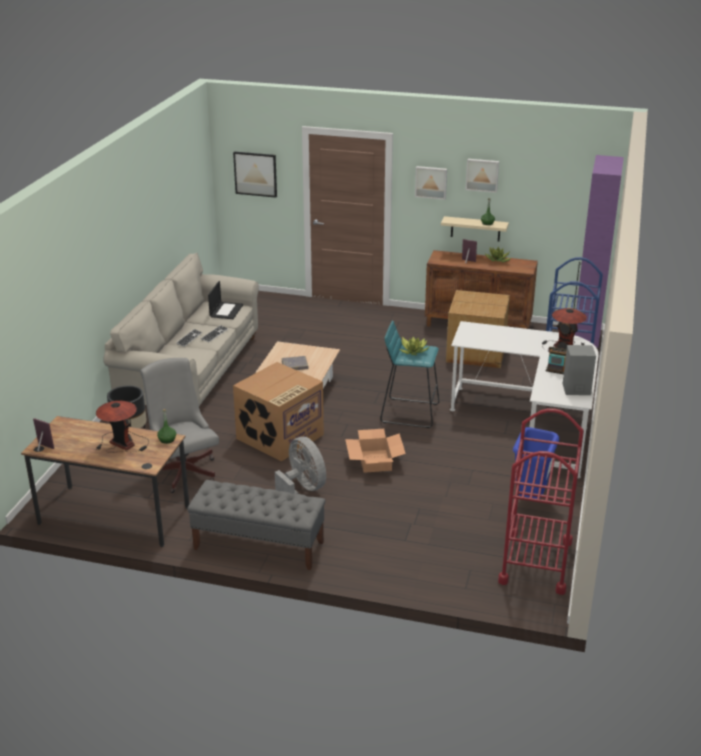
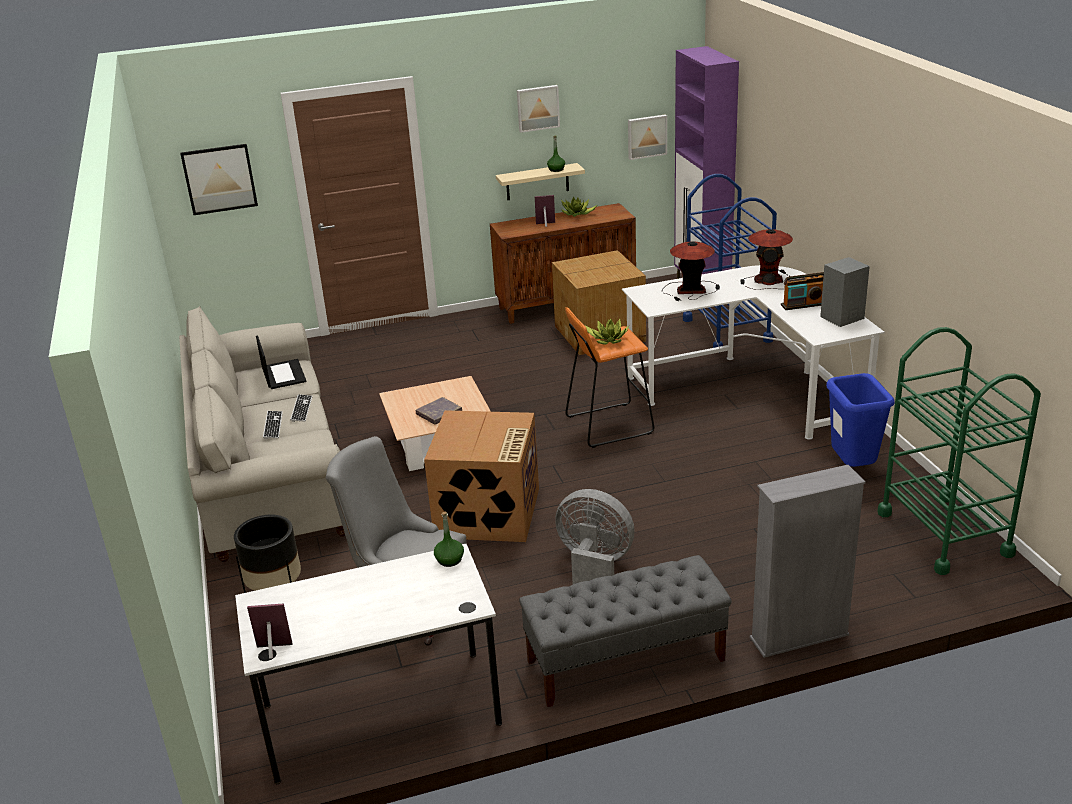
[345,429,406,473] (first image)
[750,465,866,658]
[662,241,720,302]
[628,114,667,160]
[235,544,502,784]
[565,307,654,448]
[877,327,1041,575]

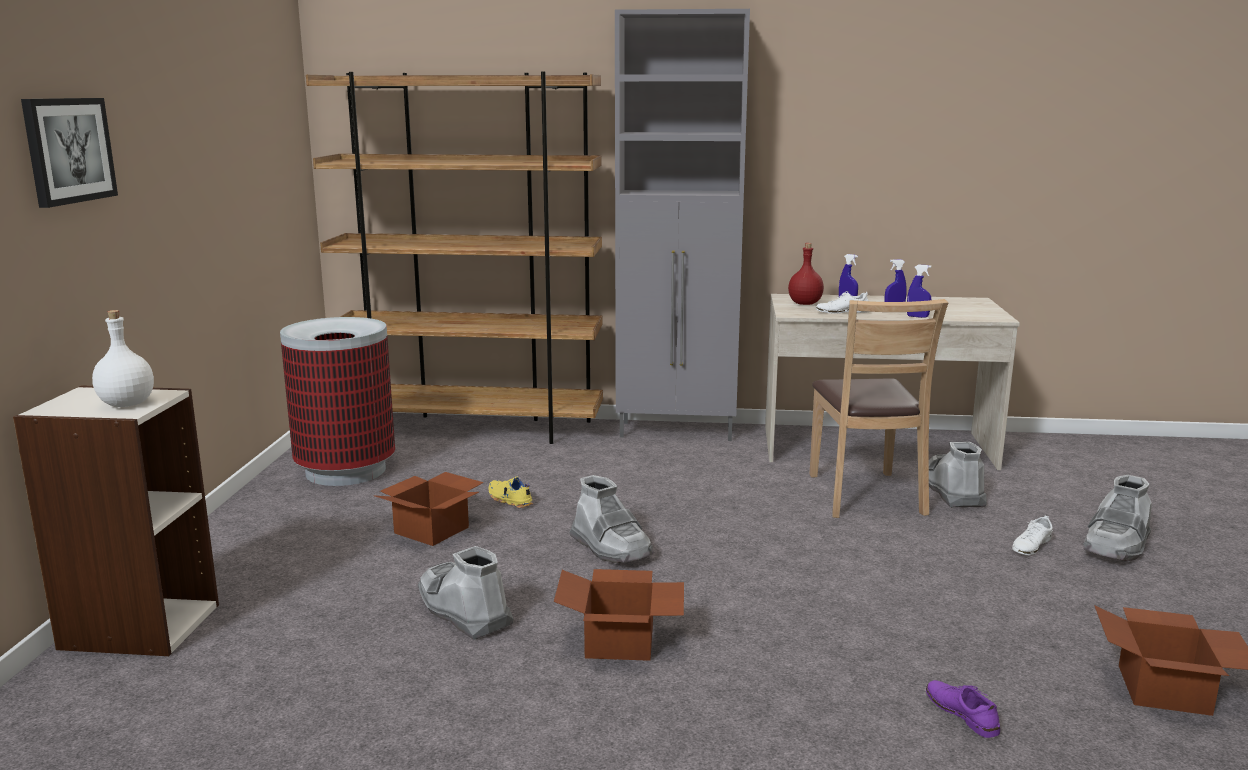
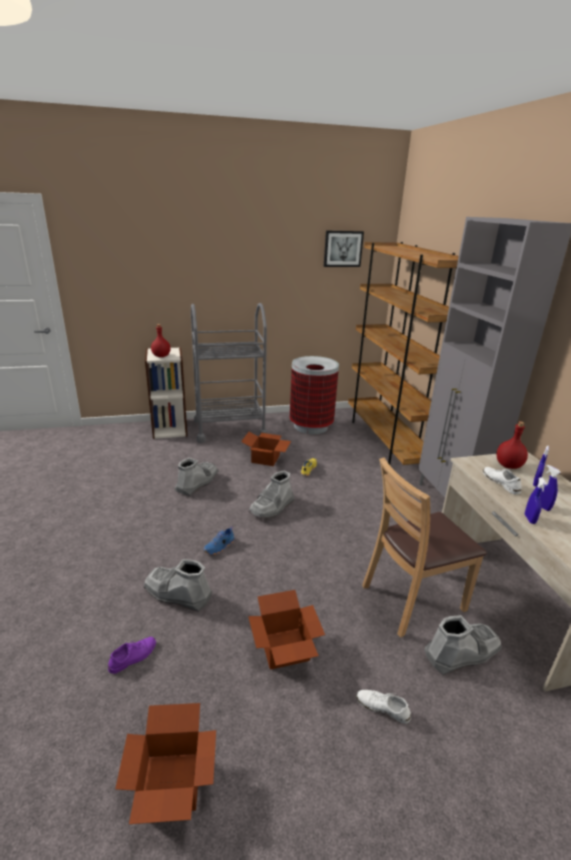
[191,303,268,443]
[203,526,235,555]
[324,231,364,267]
[248,590,325,670]
[143,559,212,612]
[151,324,171,357]

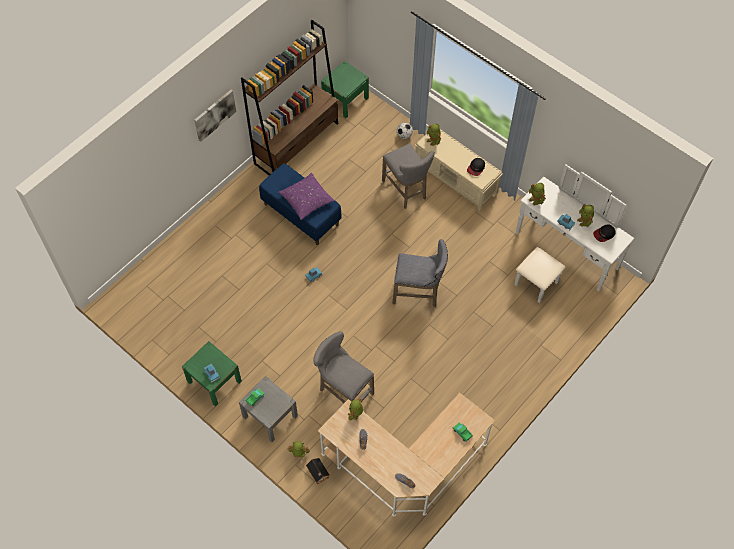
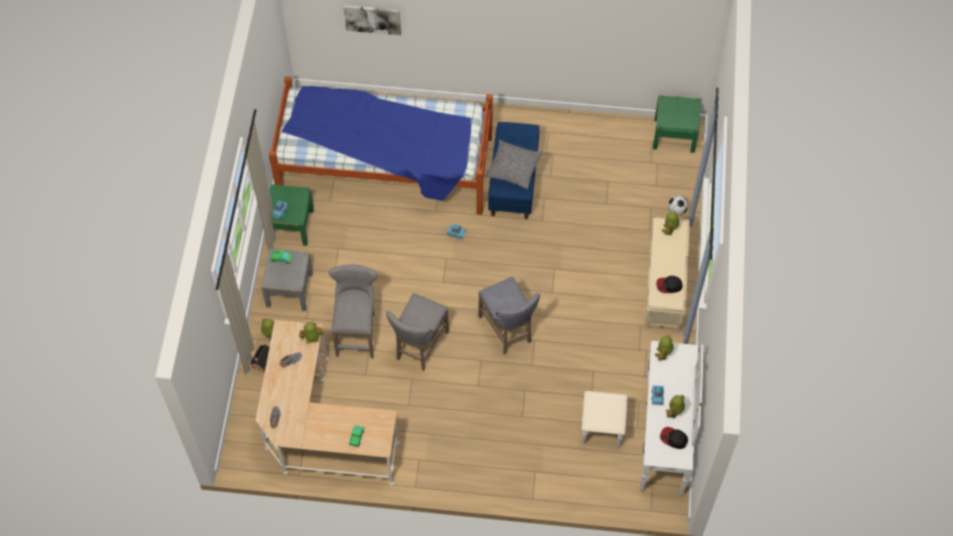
[241,20,338,175] (first image)
[269,76,493,215]
[343,5,401,35]
[386,293,449,371]
[485,140,543,189]

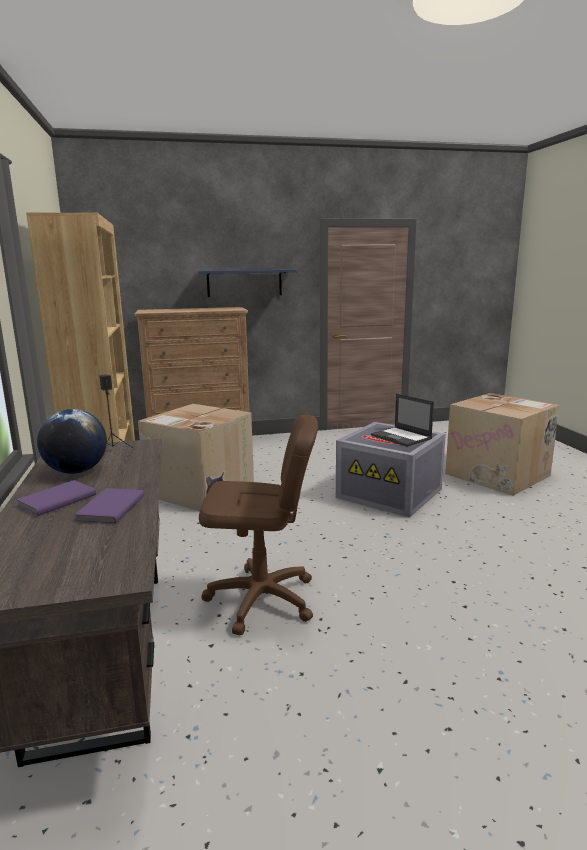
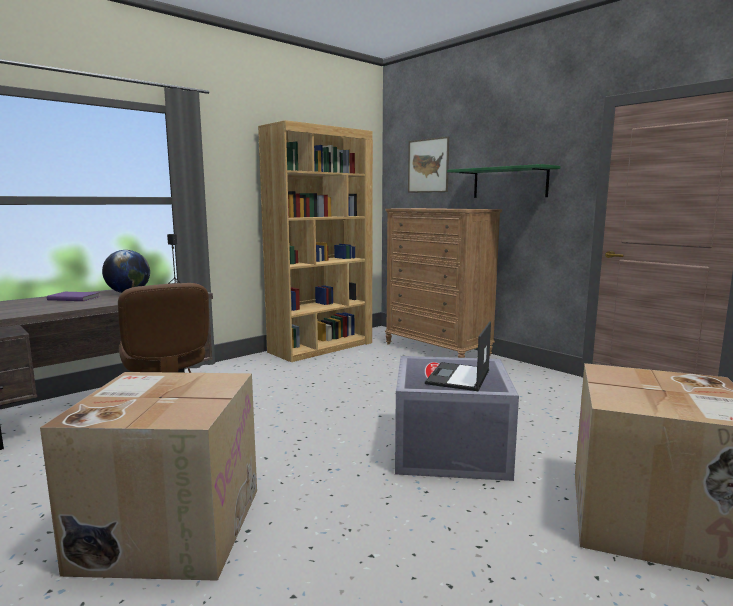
[74,488,144,524] (first image)
[408,136,449,193]
[40,372,257,581]
[447,164,561,198]

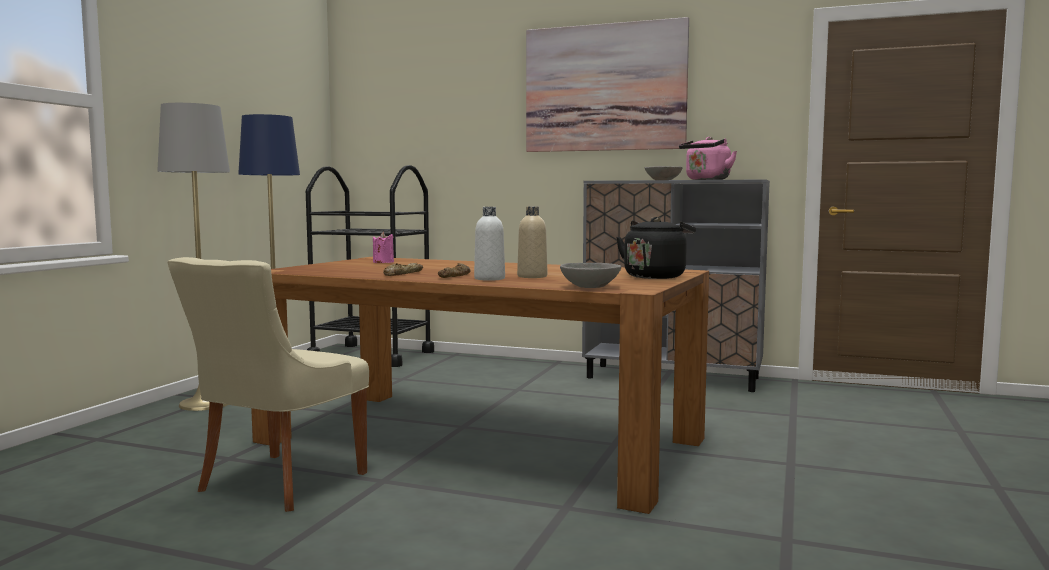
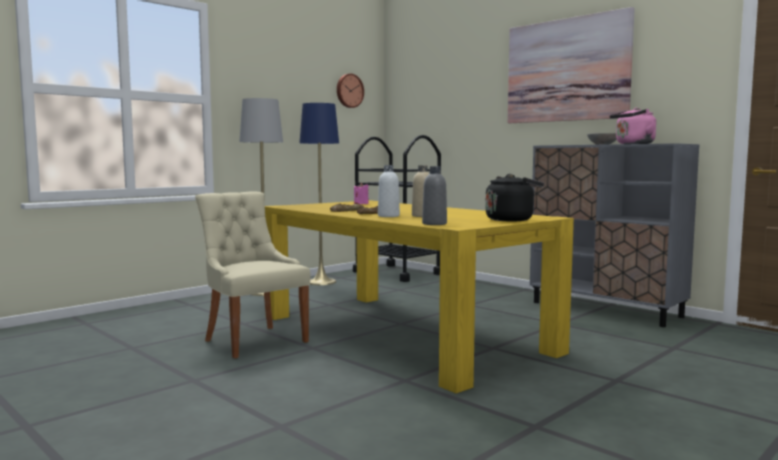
[337,74,364,108]
[422,166,447,225]
[265,200,574,393]
[195,191,311,359]

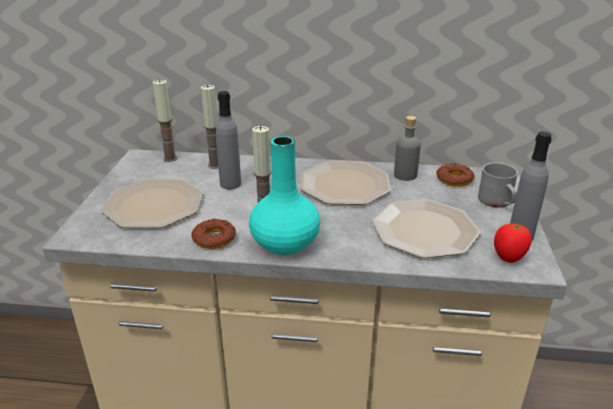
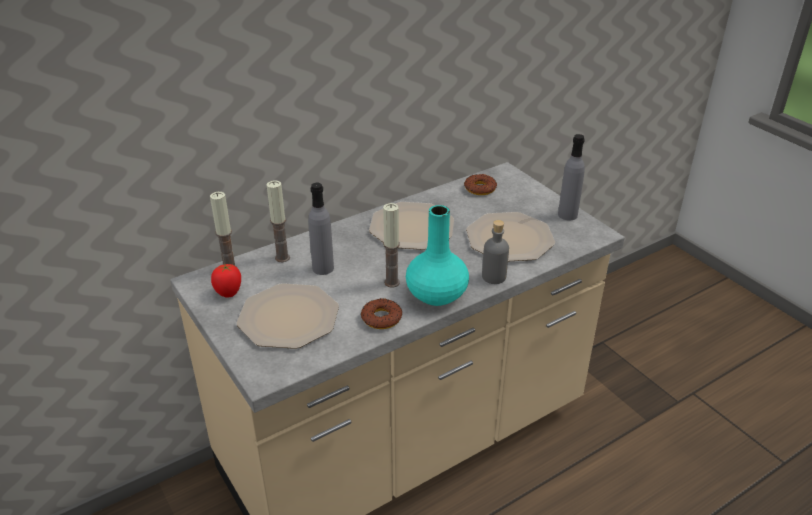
[478,162,518,208] (first image)
[482,220,509,284]
[211,264,241,297]

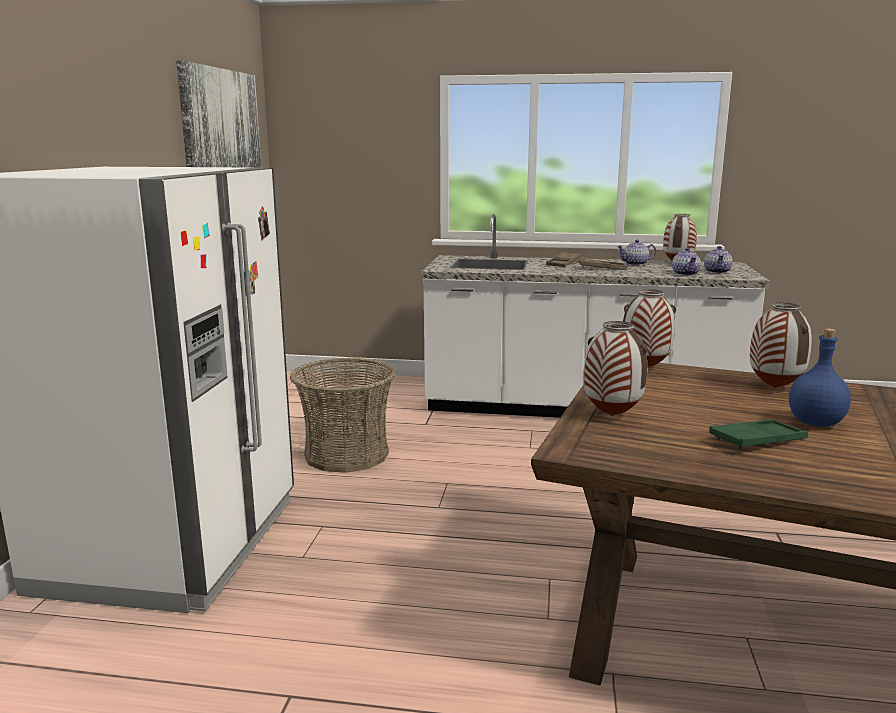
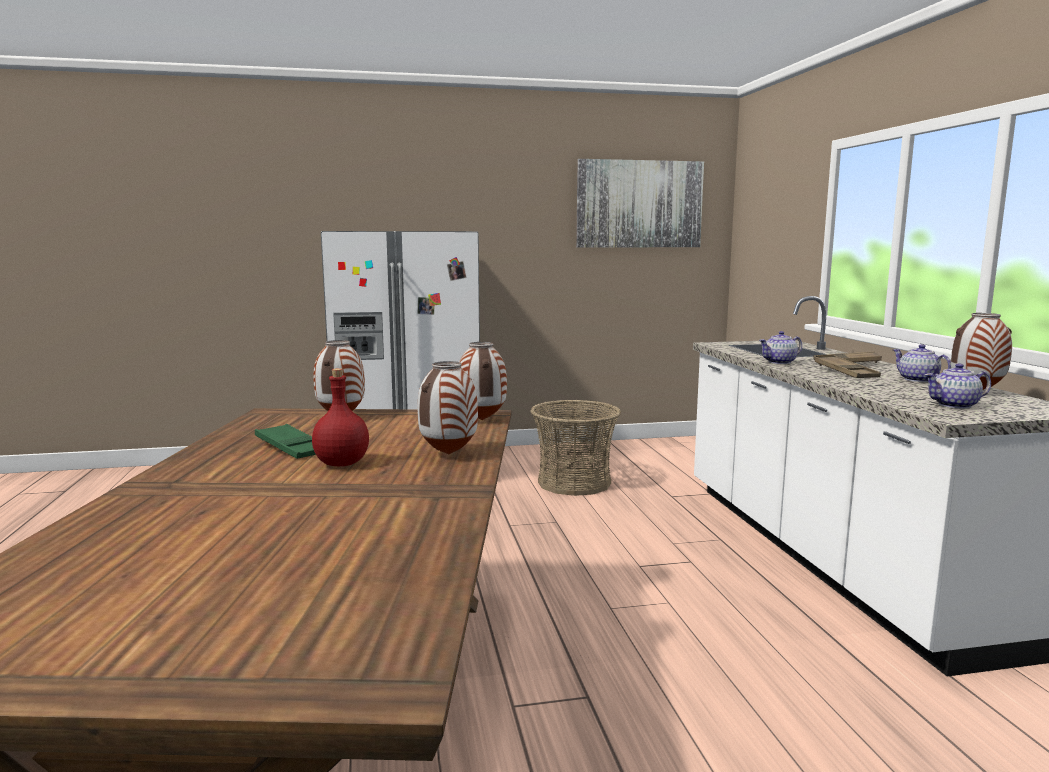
[759,331,802,364]
[312,368,369,466]

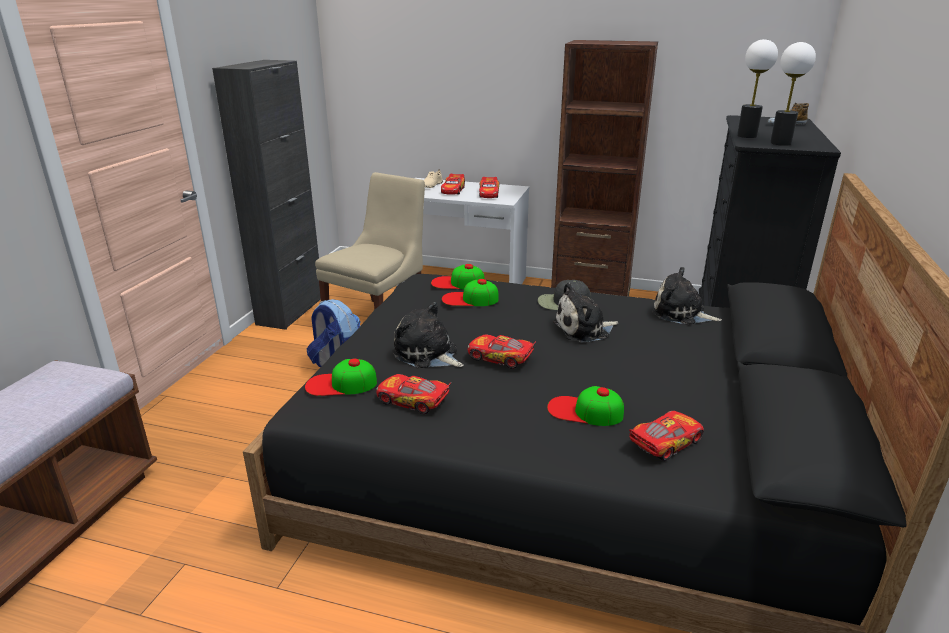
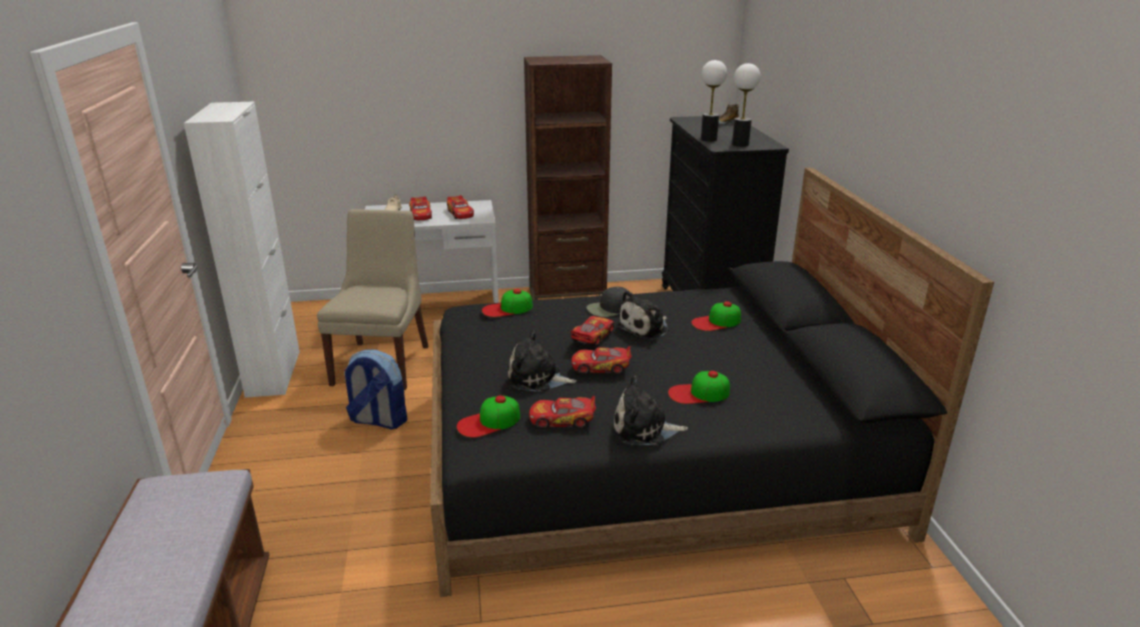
[691,301,741,331]
[571,316,614,346]
[614,376,688,445]
[184,102,300,398]

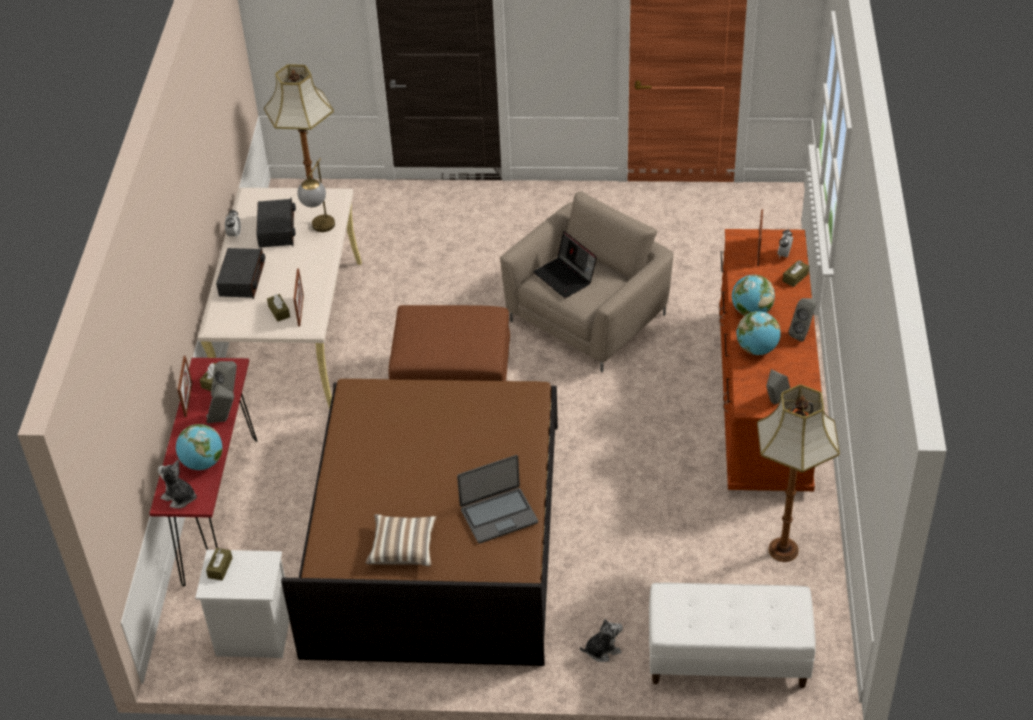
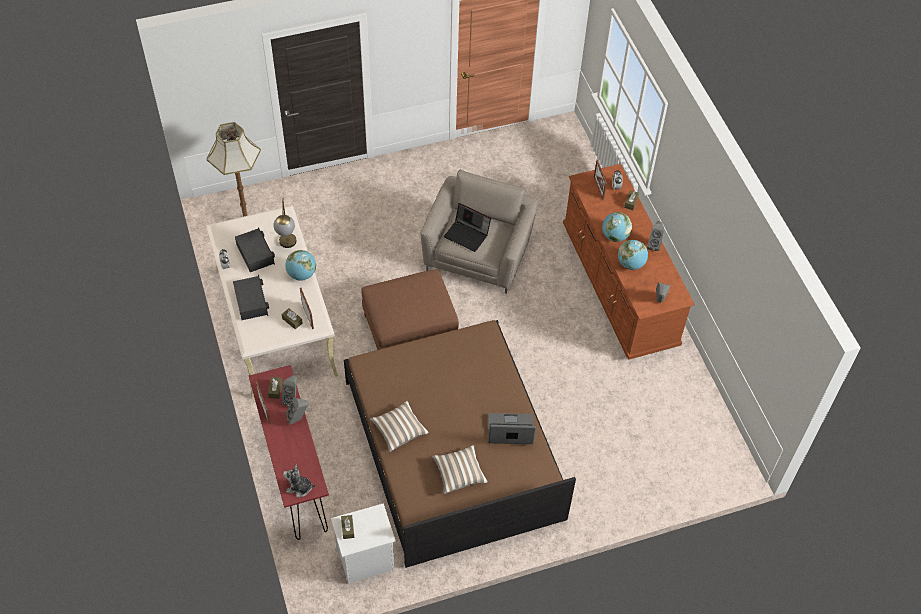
[580,619,623,662] (first image)
[649,583,816,688] (first image)
[757,385,840,562] (first image)
[370,401,429,452]
[285,250,316,281]
[488,413,536,444]

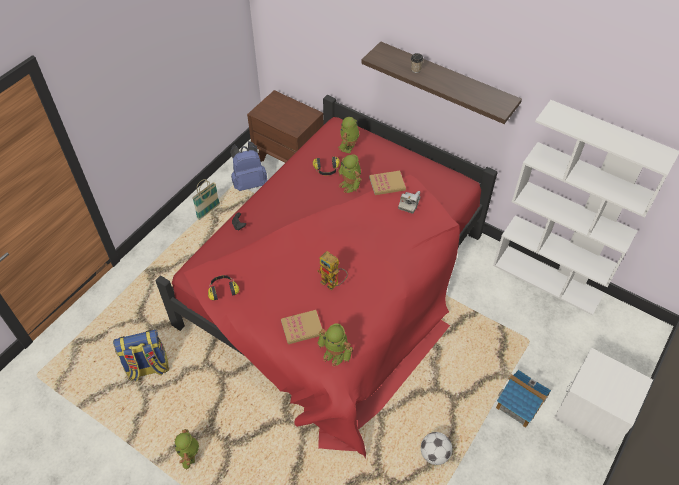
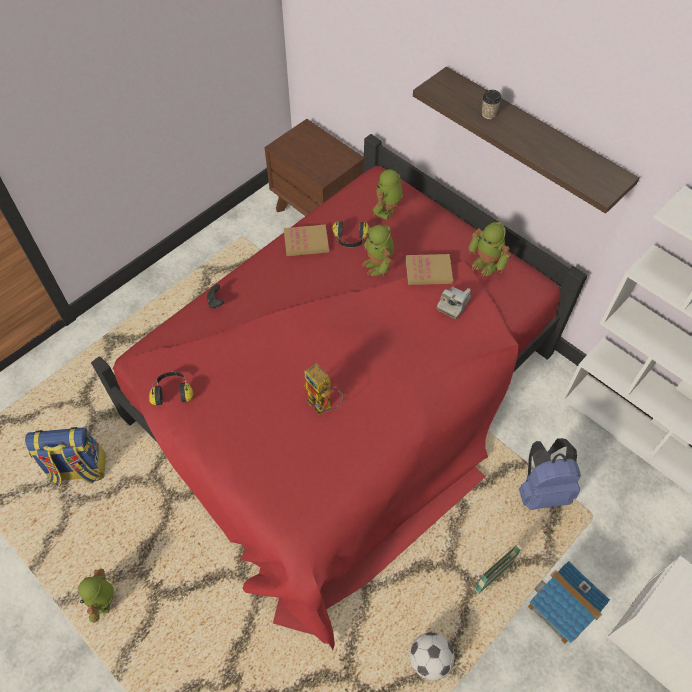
[474,544,522,594]
[519,438,581,510]
[284,224,329,256]
[468,222,511,277]

